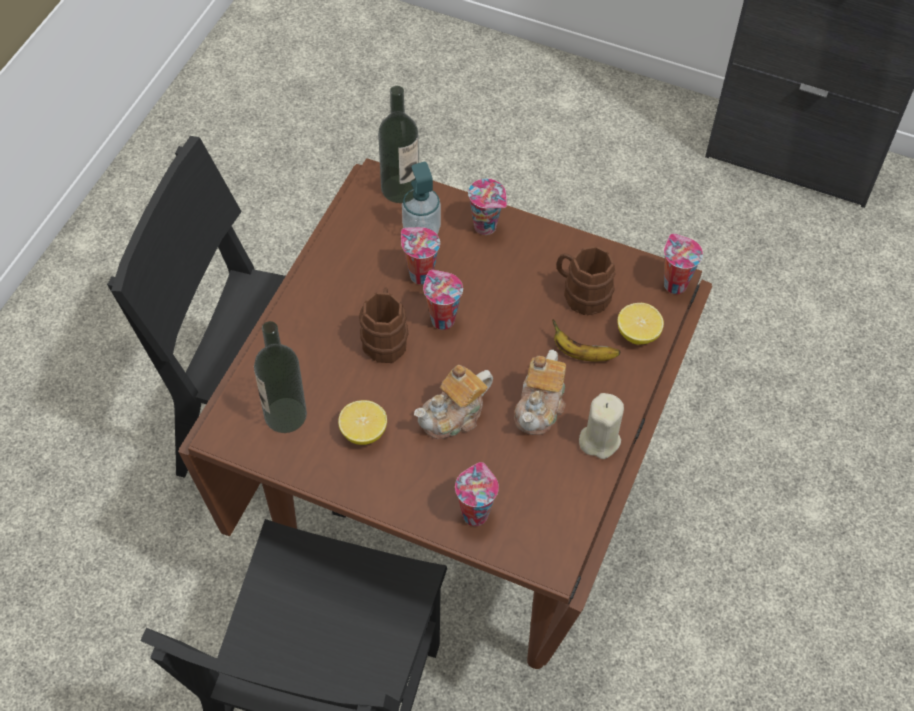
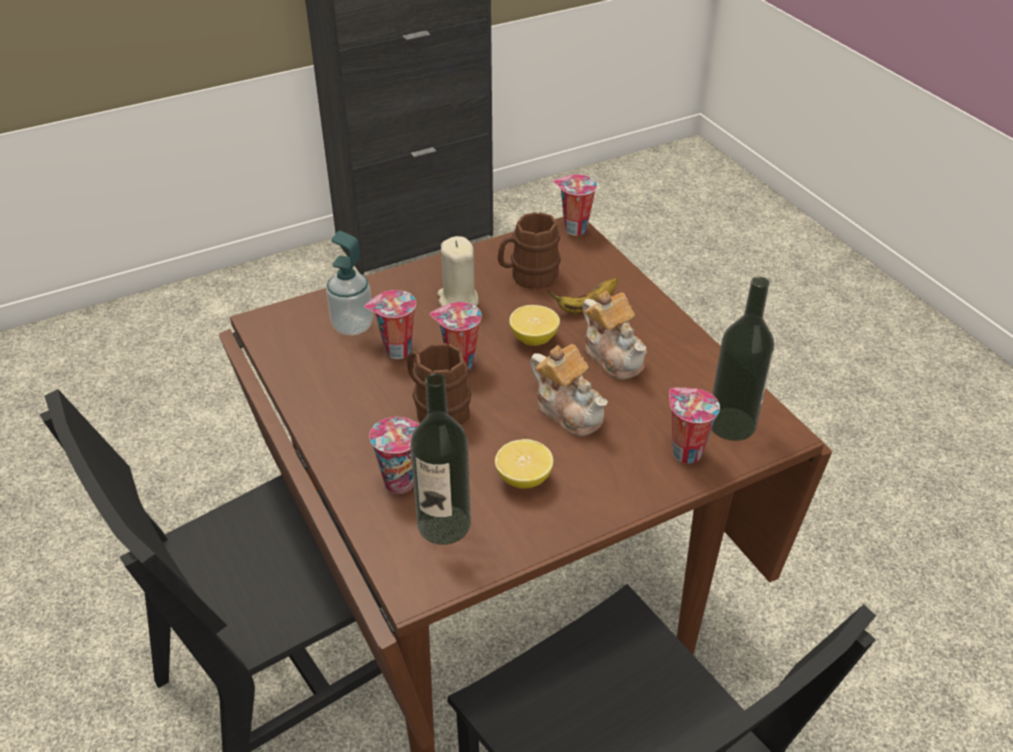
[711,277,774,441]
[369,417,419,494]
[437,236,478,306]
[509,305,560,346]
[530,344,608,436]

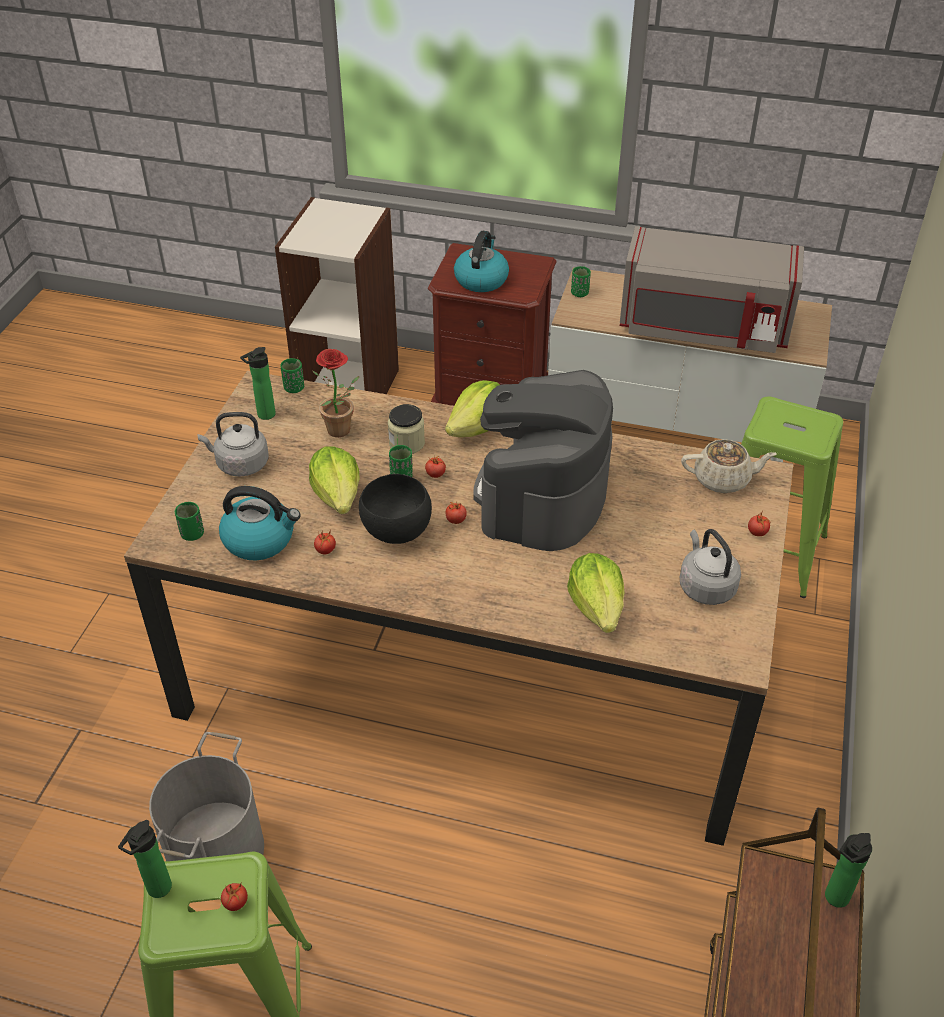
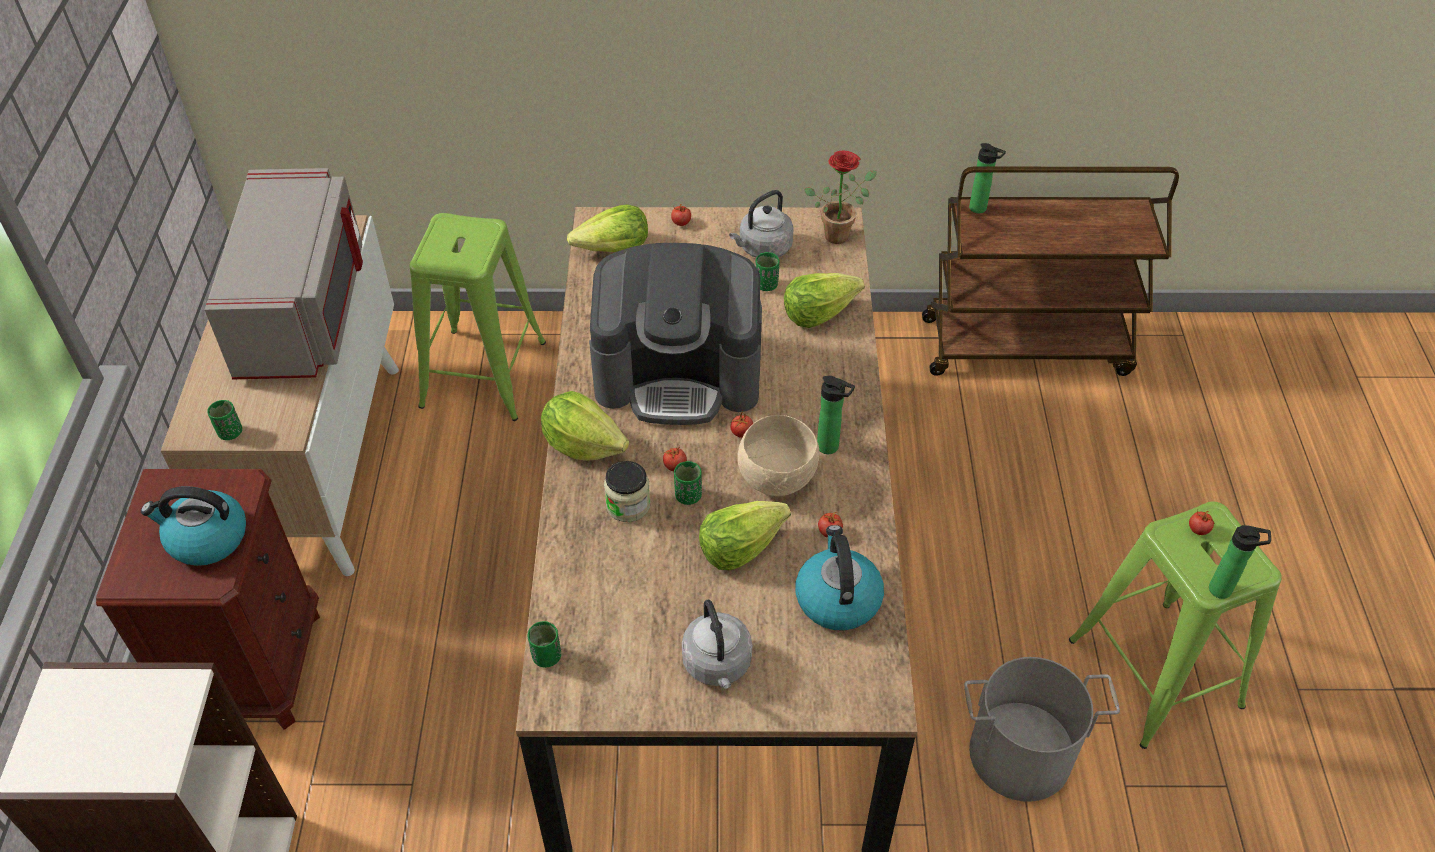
[755,252,780,291]
[817,376,855,454]
[804,151,876,244]
[567,204,648,252]
[738,415,820,496]

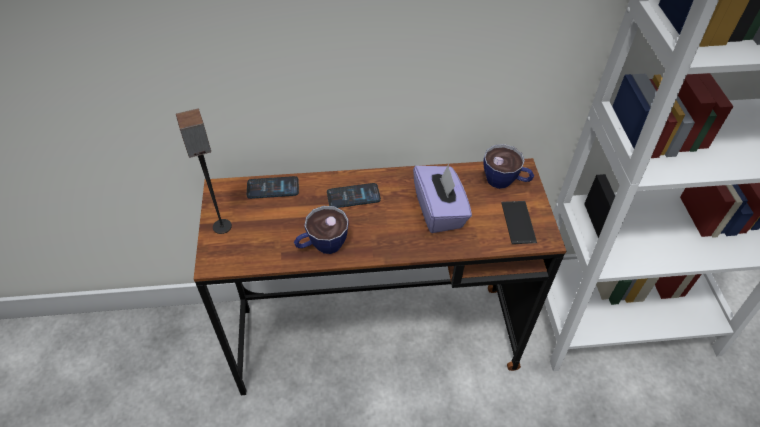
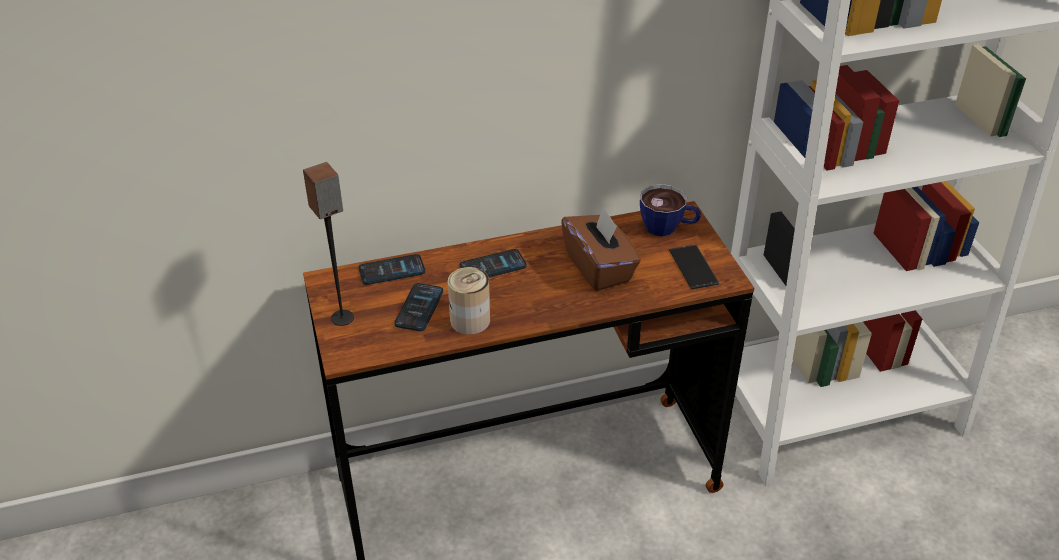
[394,283,443,331]
[448,267,490,335]
[561,206,641,291]

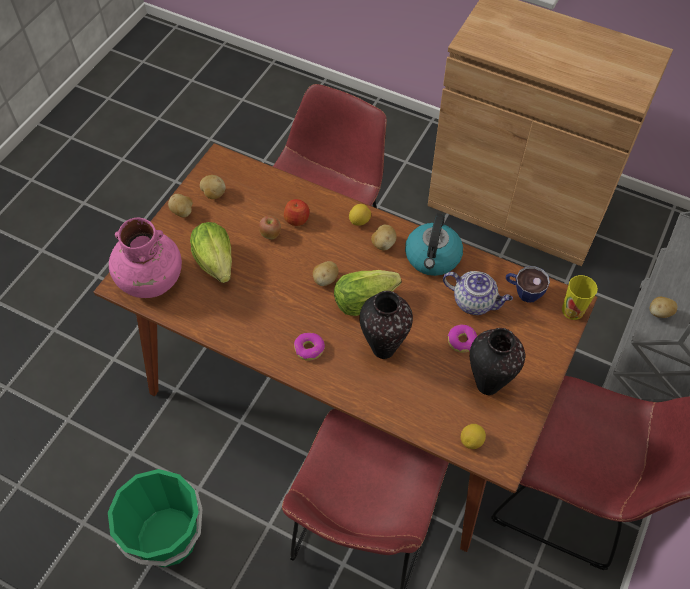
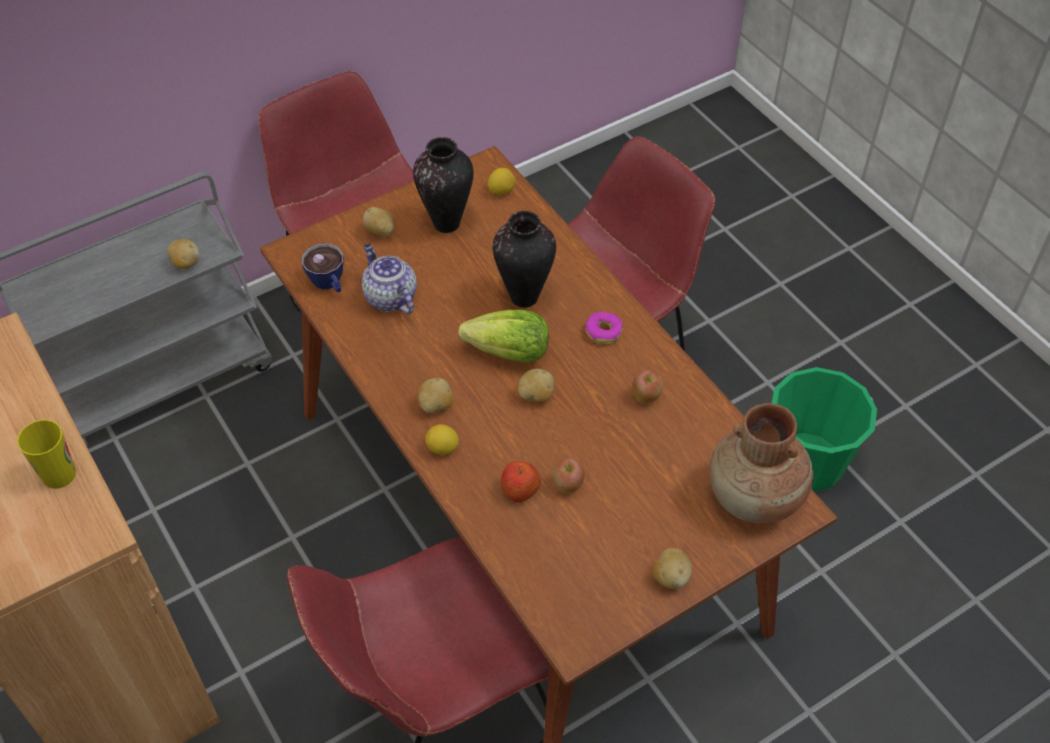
[190,222,232,283] (first image)
[405,213,463,276] (first image)
[448,325,477,353] (first image)
[632,370,663,404]
[363,207,394,237]
[17,419,76,489]
[710,403,813,523]

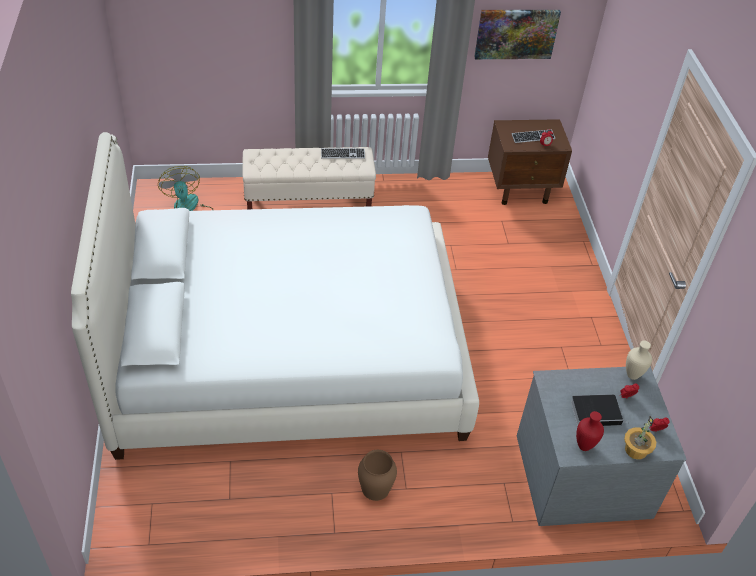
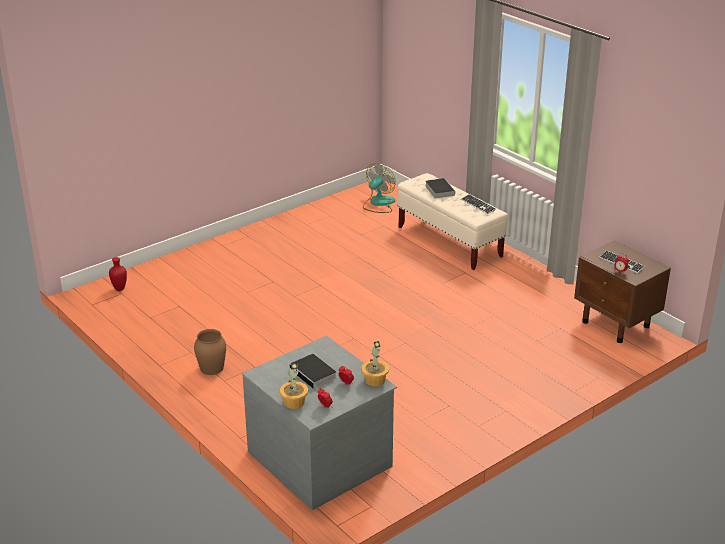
[71,132,479,460] (first image)
[474,10,561,59] (first image)
[425,178,455,198]
[109,257,127,291]
[361,341,389,387]

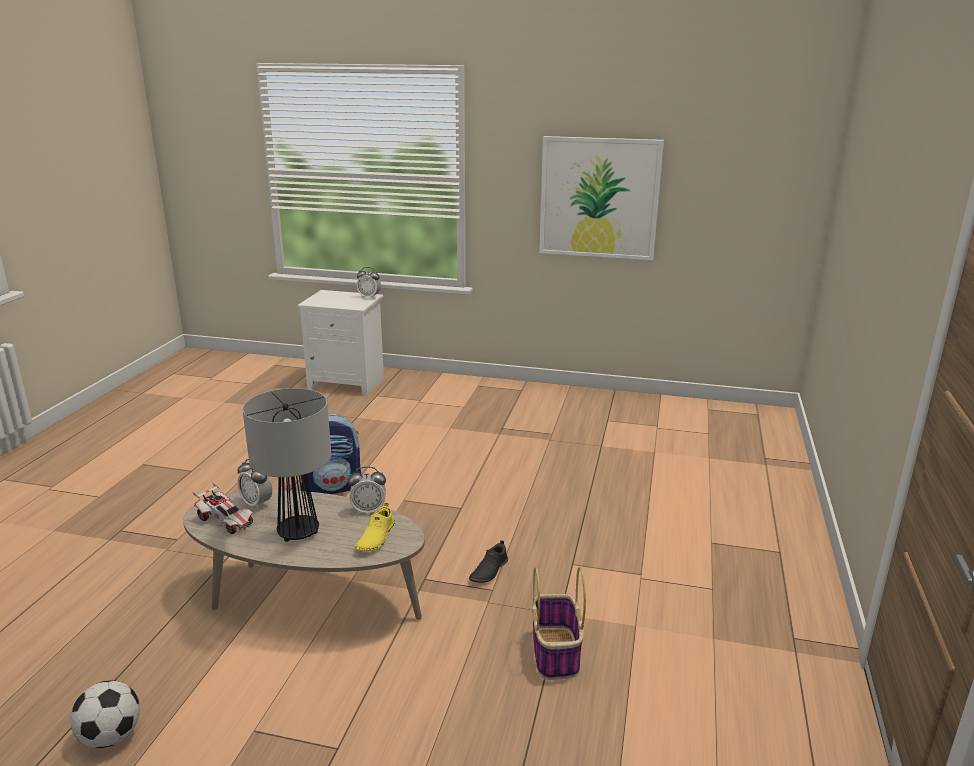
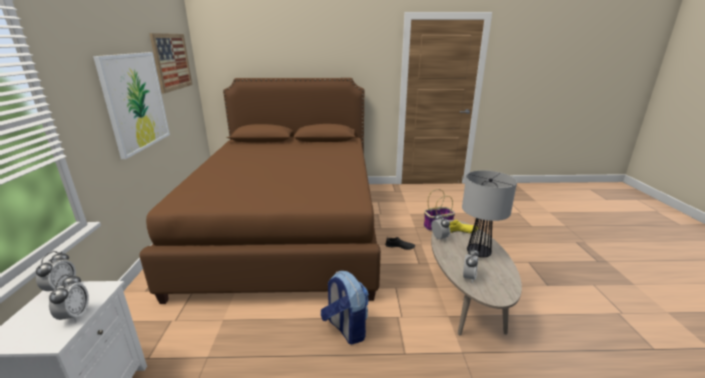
[70,680,140,748] (first image)
[193,482,253,534] (first image)
[49,274,89,322]
[140,78,381,304]
[149,33,192,94]

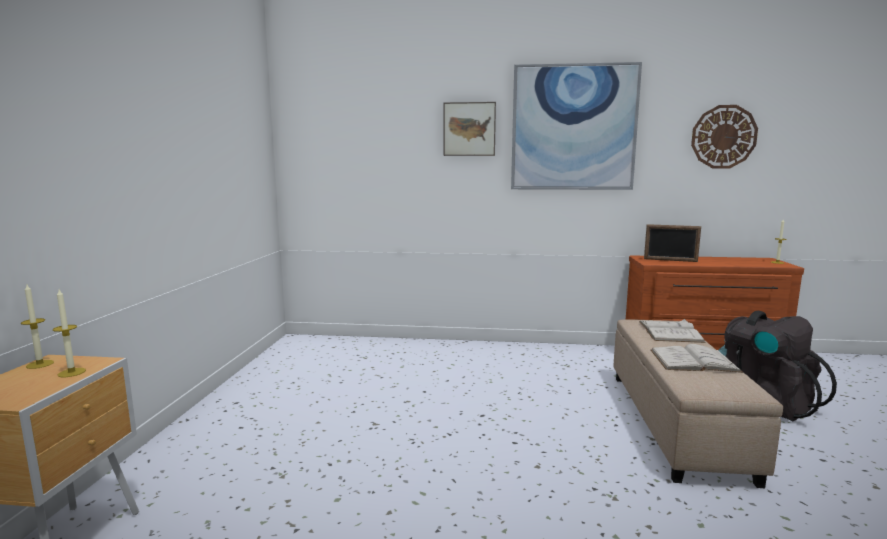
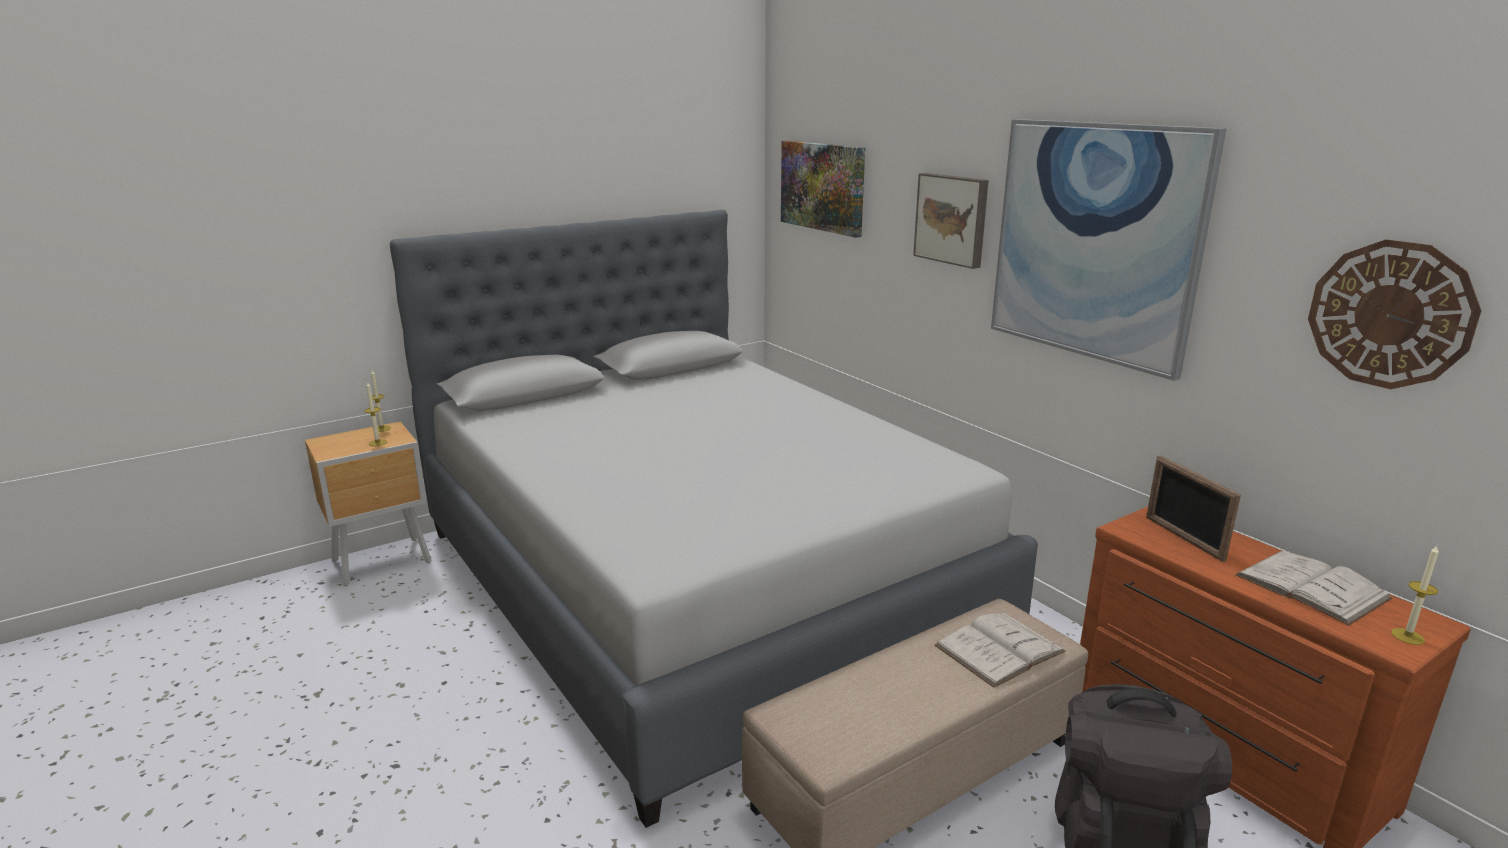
[390,210,1038,828]
[781,141,865,238]
[1235,551,1392,625]

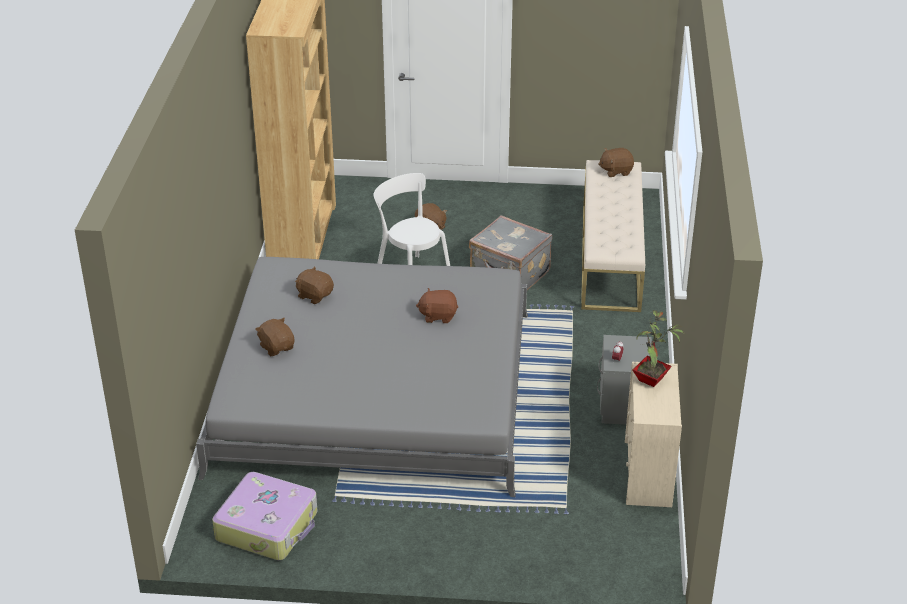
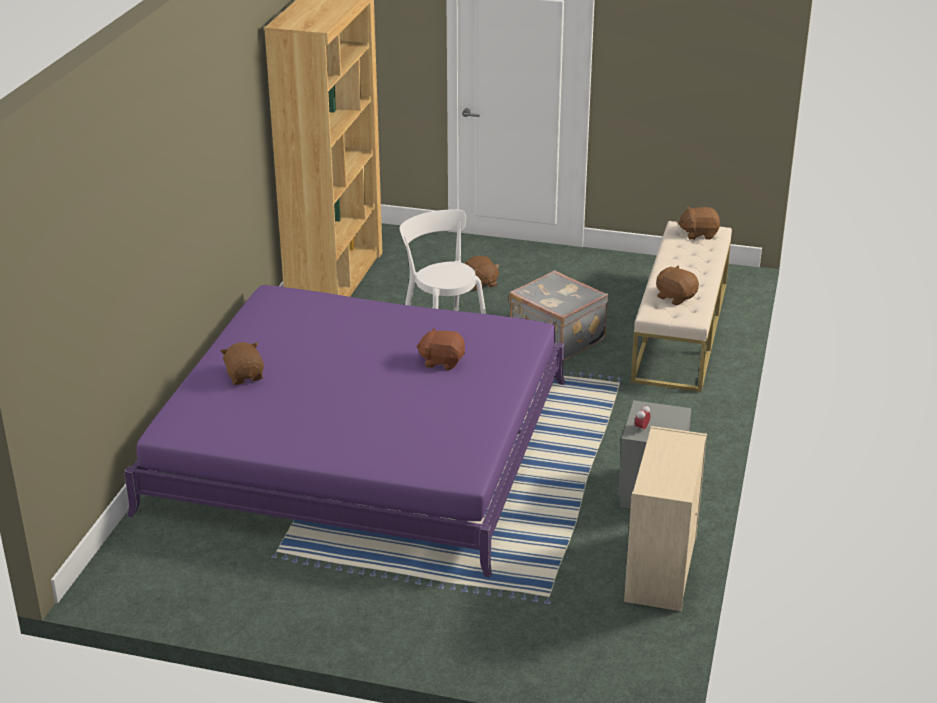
[212,472,317,560] (first image)
[632,310,685,387] (first image)
[656,265,699,305]
[124,285,565,577]

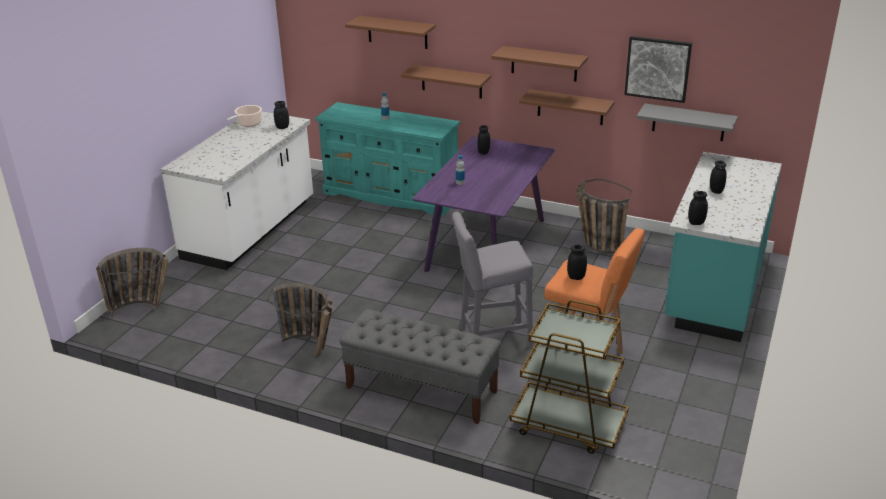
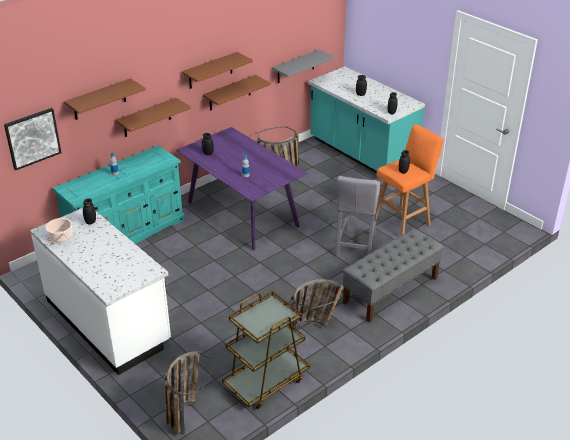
[222,291,310,410]
[4,108,61,170]

